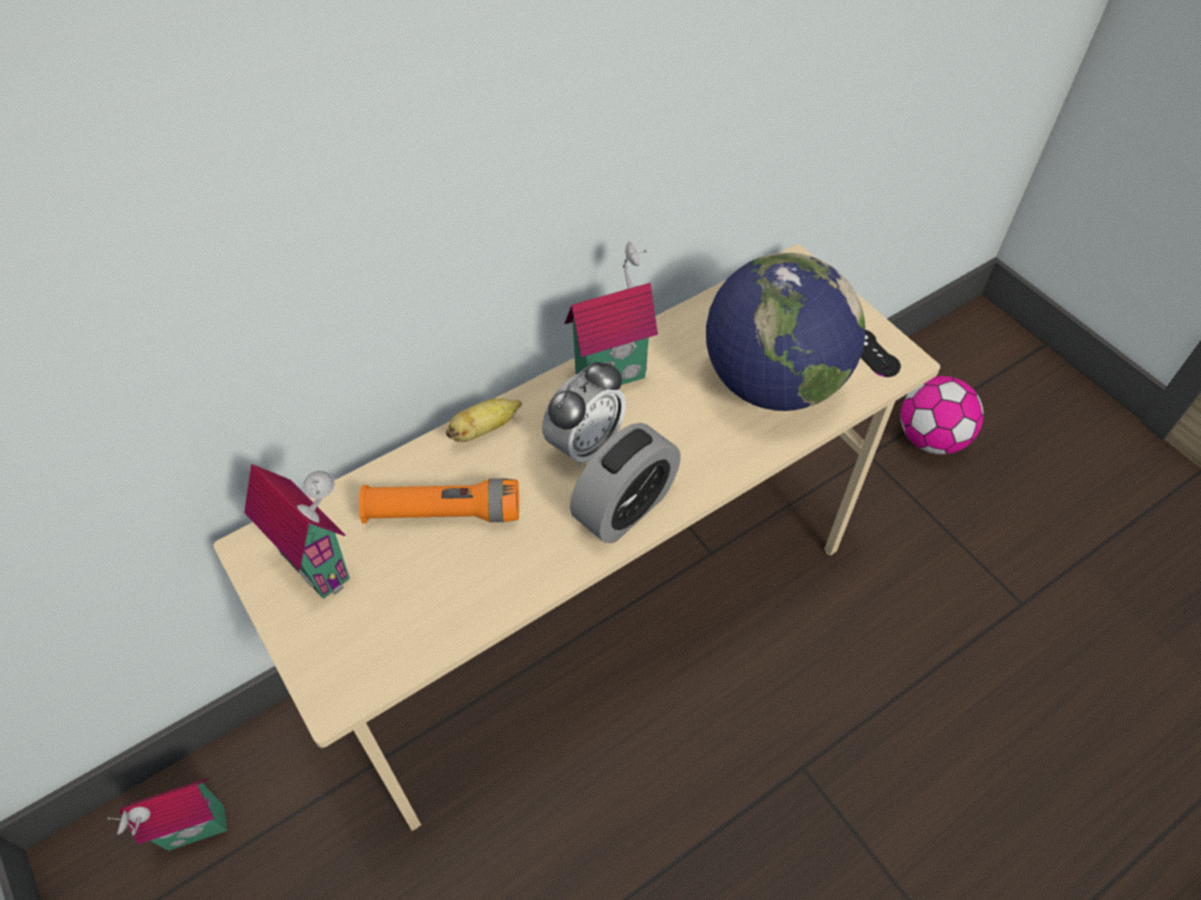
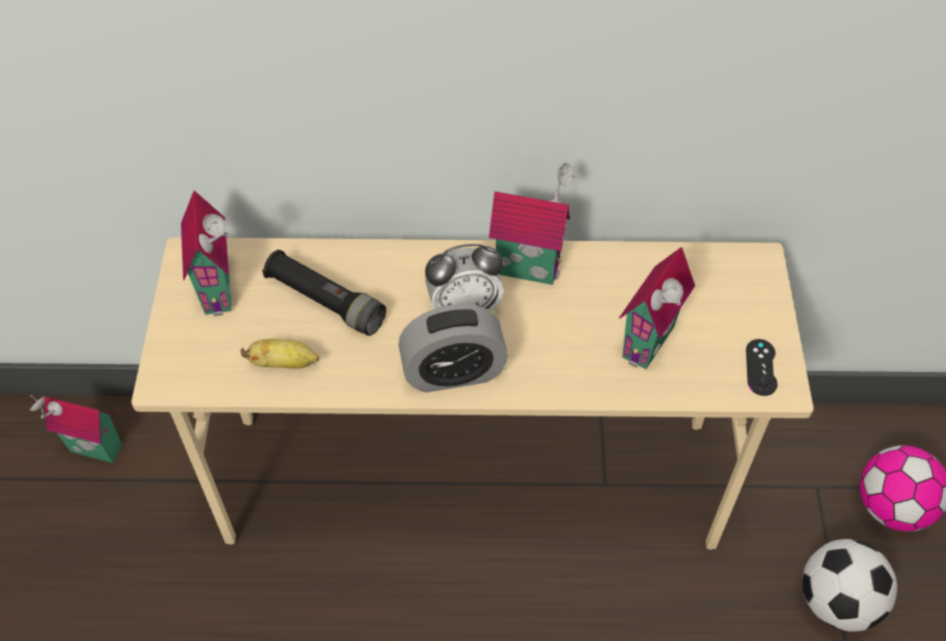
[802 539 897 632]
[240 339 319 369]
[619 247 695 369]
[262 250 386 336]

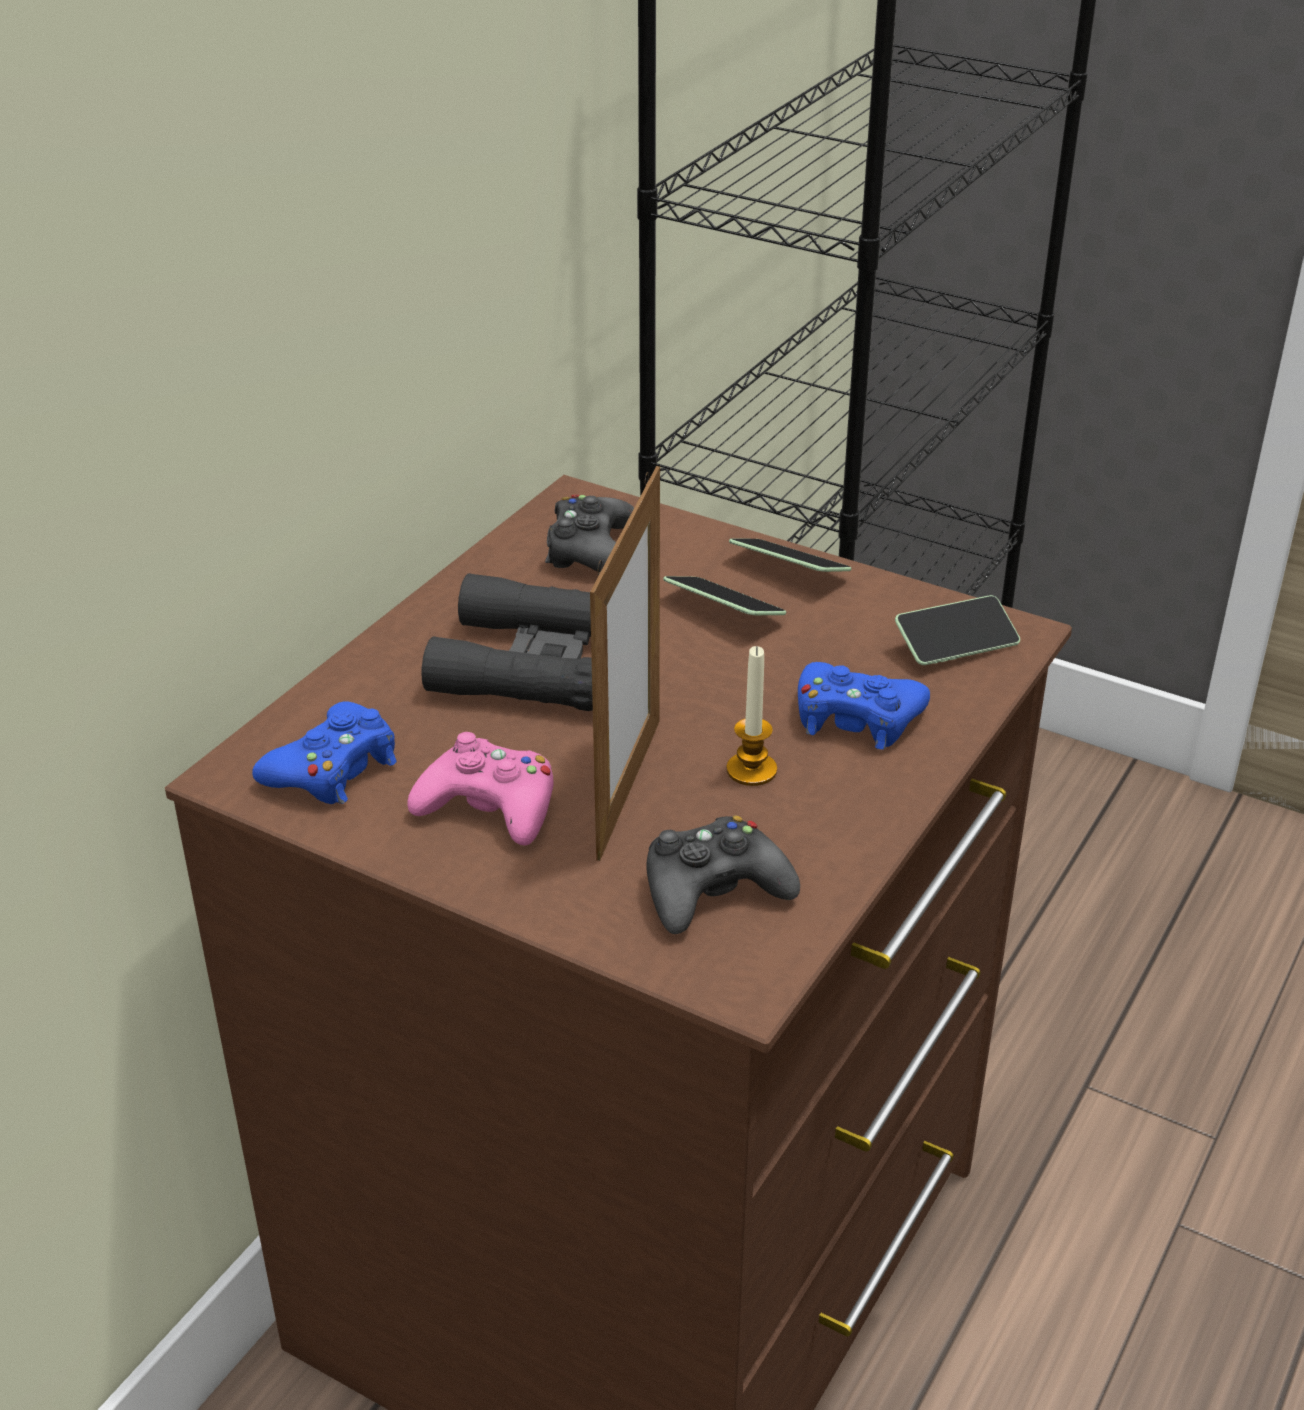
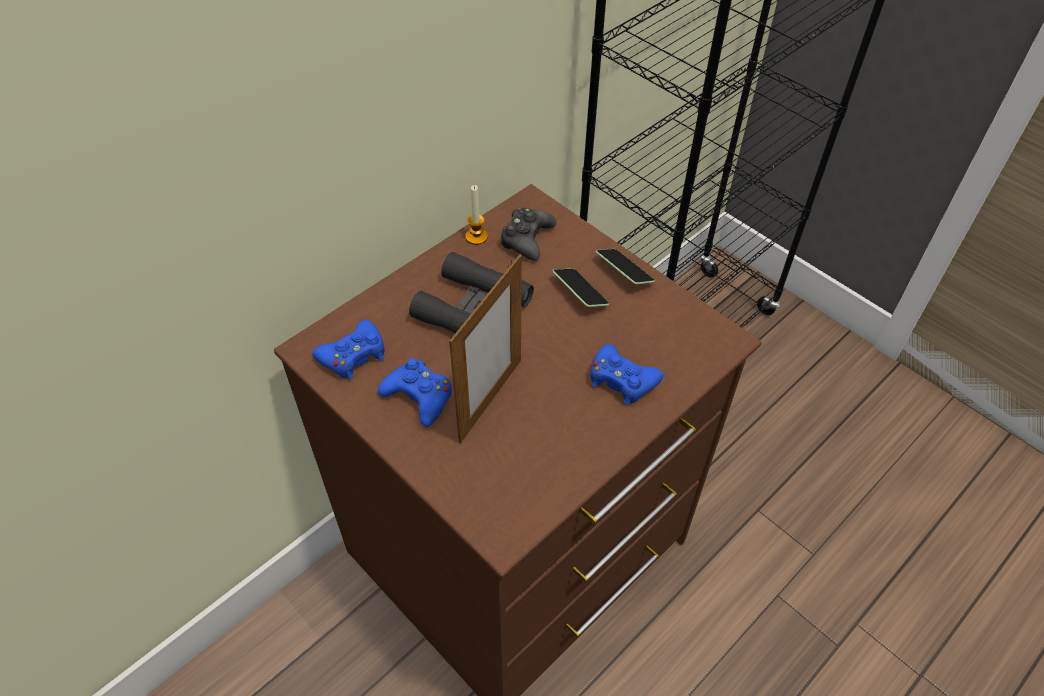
[646 815 800 934] (first image)
[895 595 1020 665] (first image)
[465 185 488 245]
[378 358 452 427]

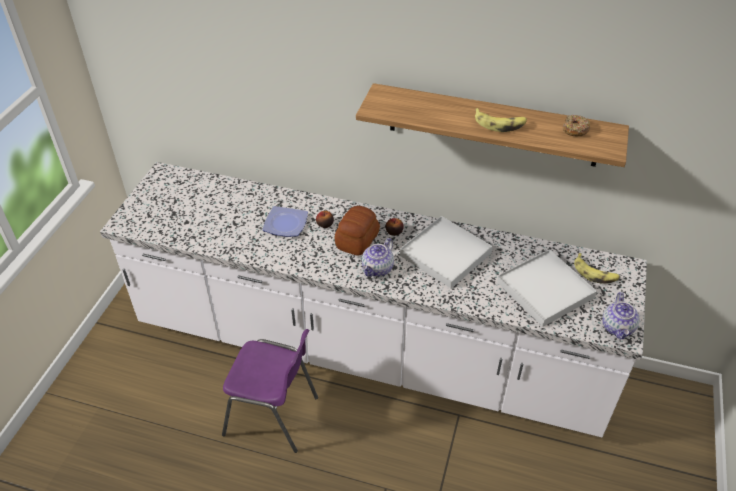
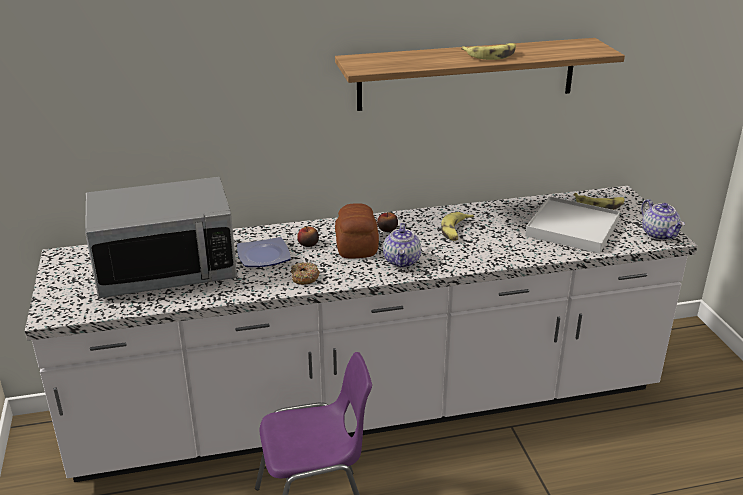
[85 177 237 298]
[291 262 320 285]
[441 212 474 241]

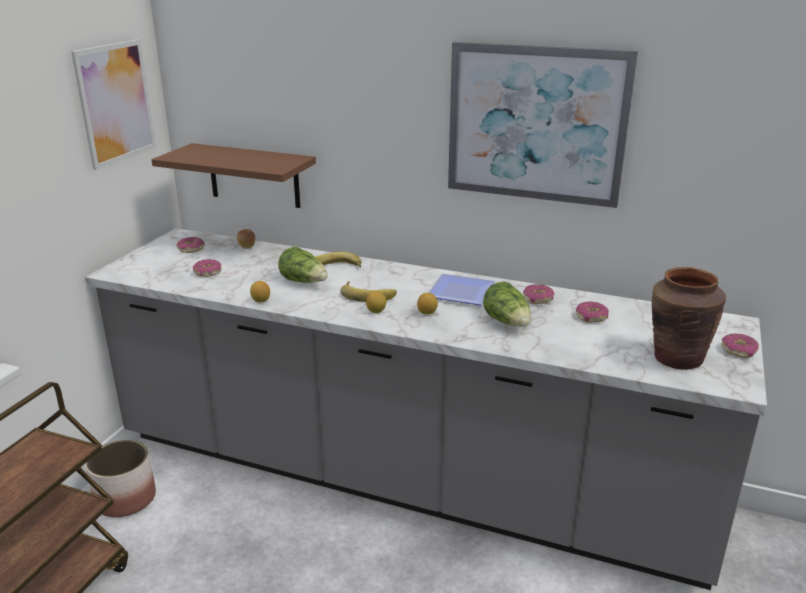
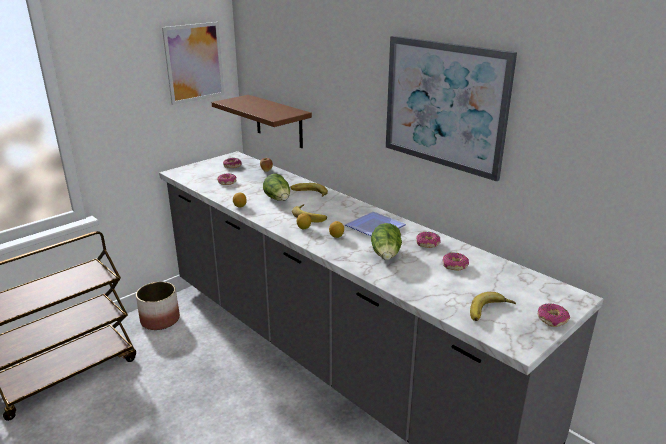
[470 292 516 321]

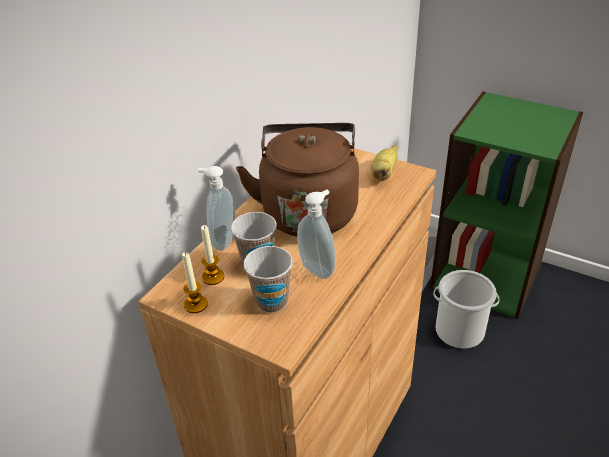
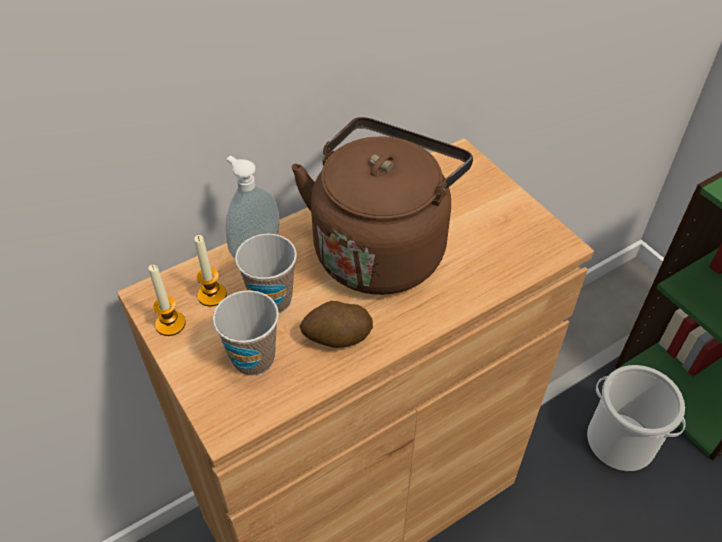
[371 145 397 181] (first image)
[299 301 373 348]

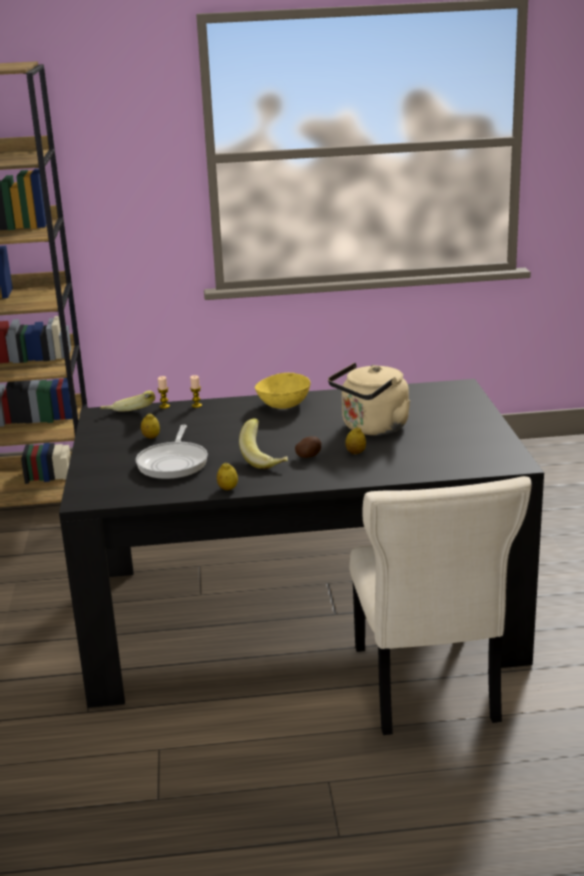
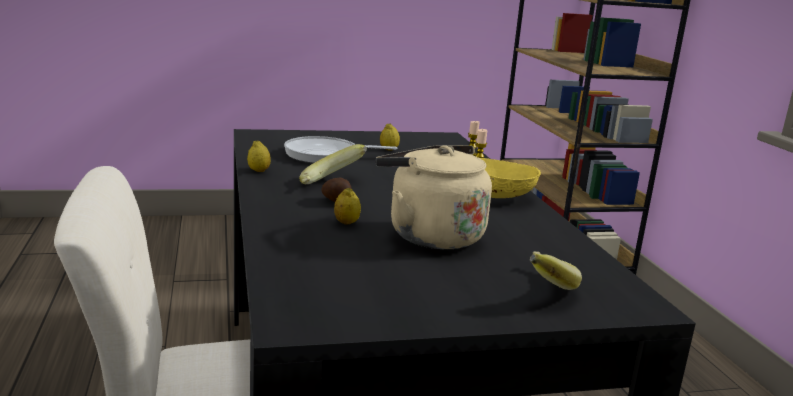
[530 251 582 290]

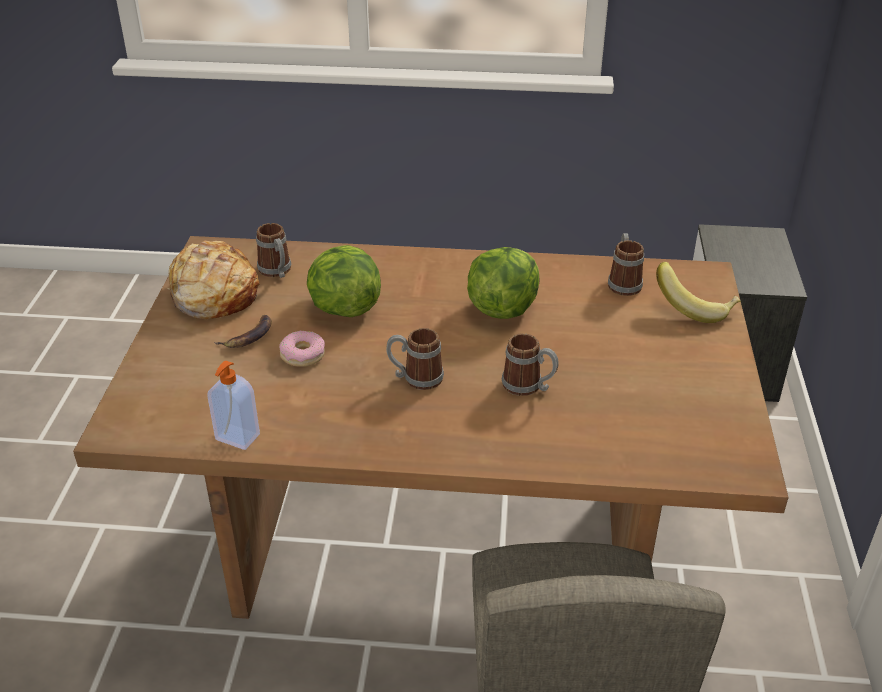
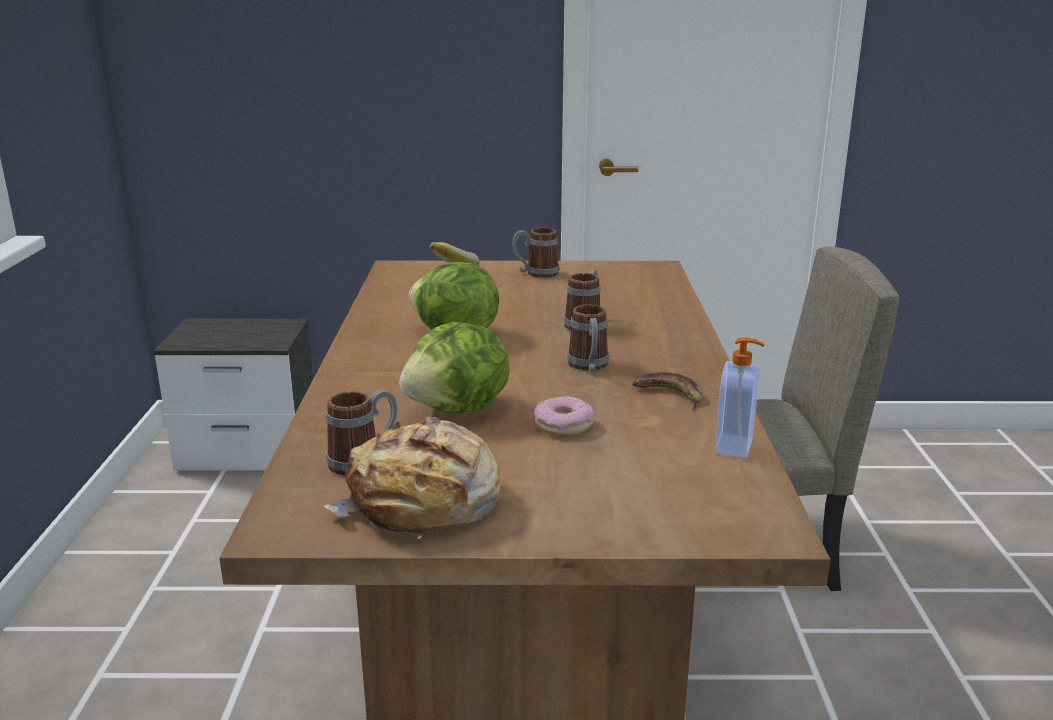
[632 372 704 411]
[512 228 560 278]

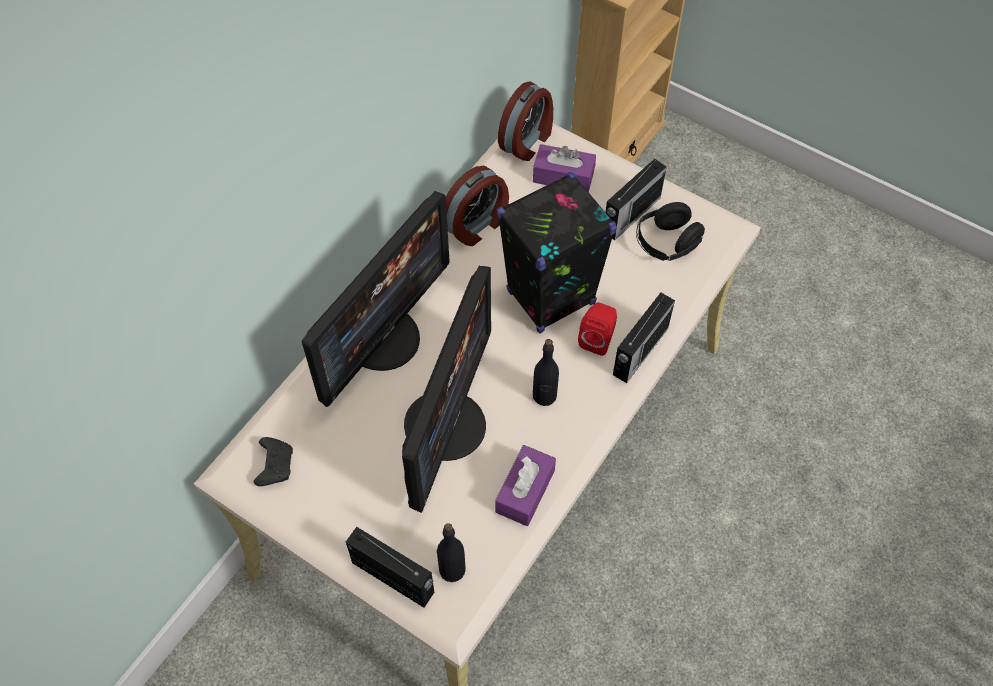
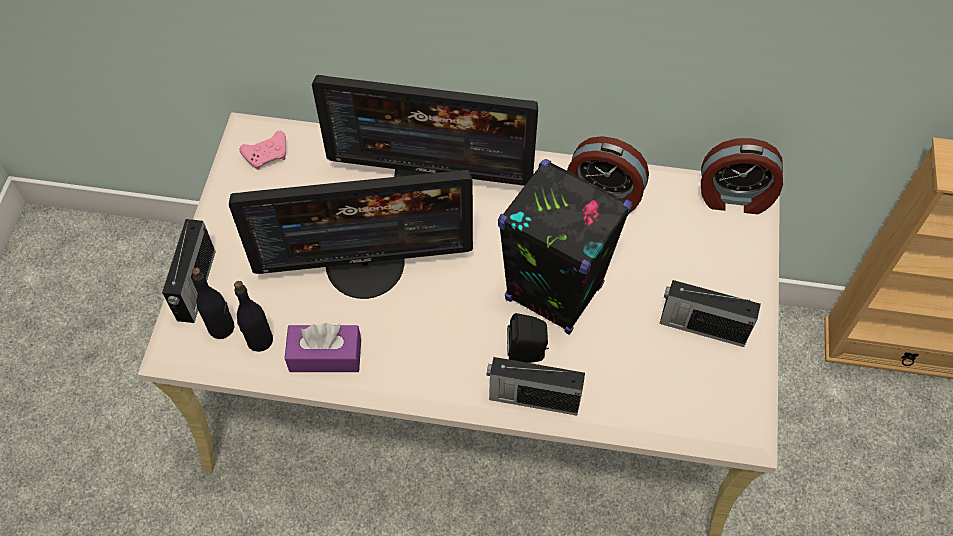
[533 144 596 192] (first image)
[636 202 705 261] (first image)
[234 281 273 352]
[240 131 286 170]
[507 313 549 363]

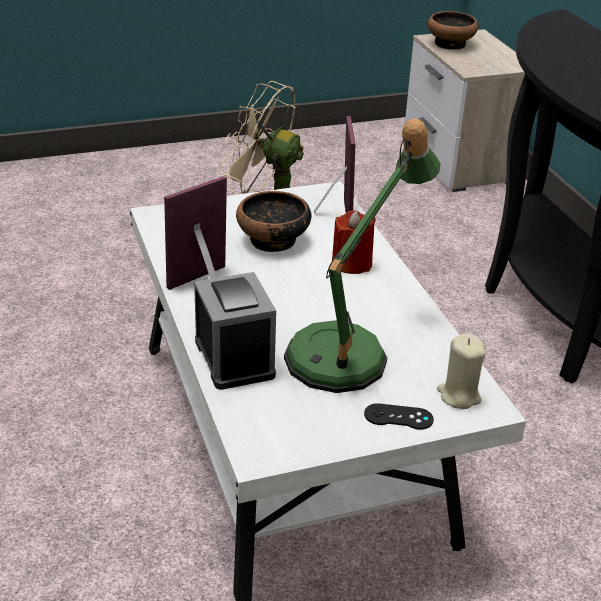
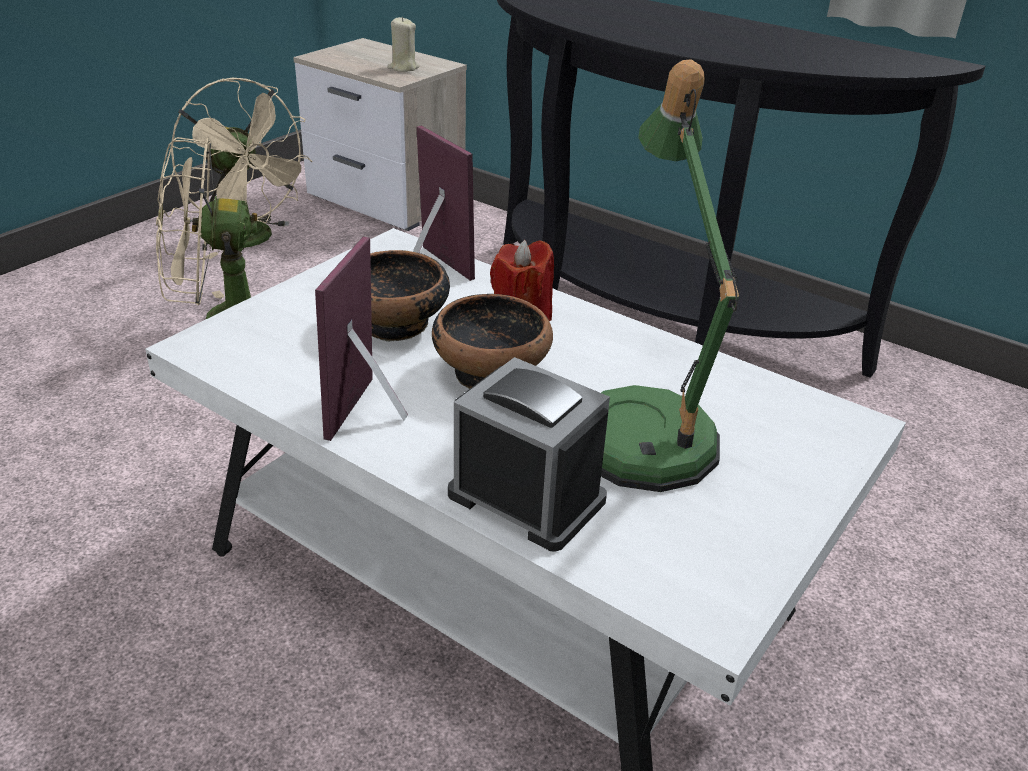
[364 403 434 430] (first image)
[170 78 313 259]
[432 294 553 389]
[387 17 419 72]

